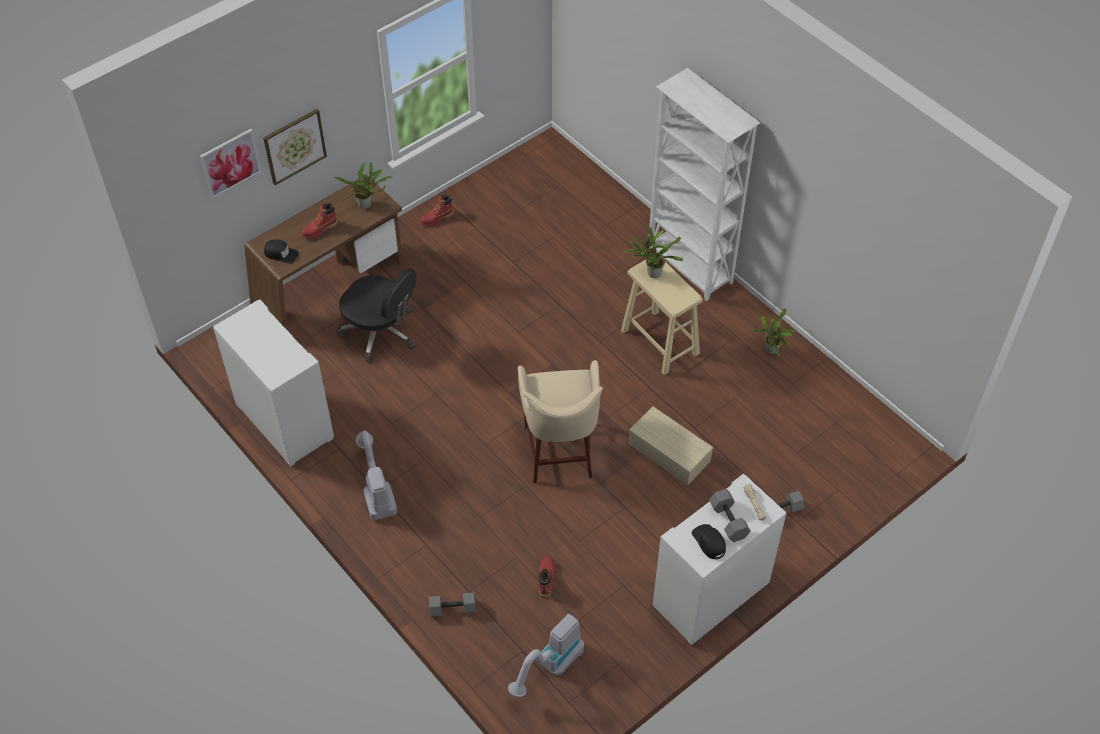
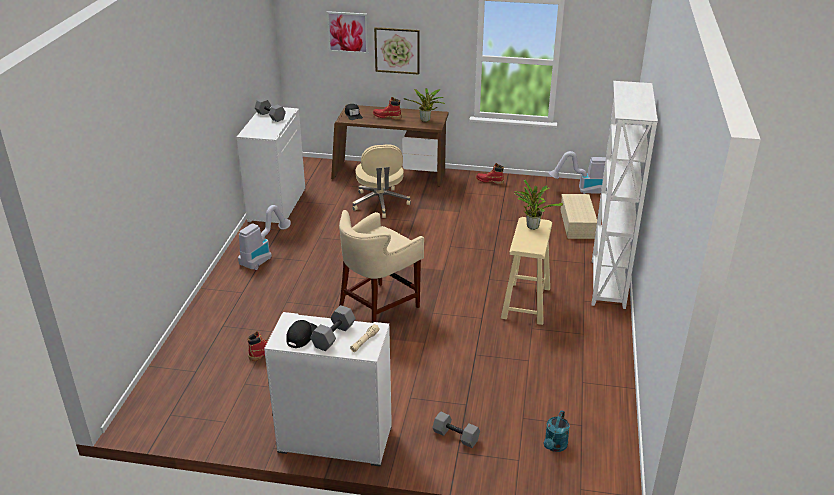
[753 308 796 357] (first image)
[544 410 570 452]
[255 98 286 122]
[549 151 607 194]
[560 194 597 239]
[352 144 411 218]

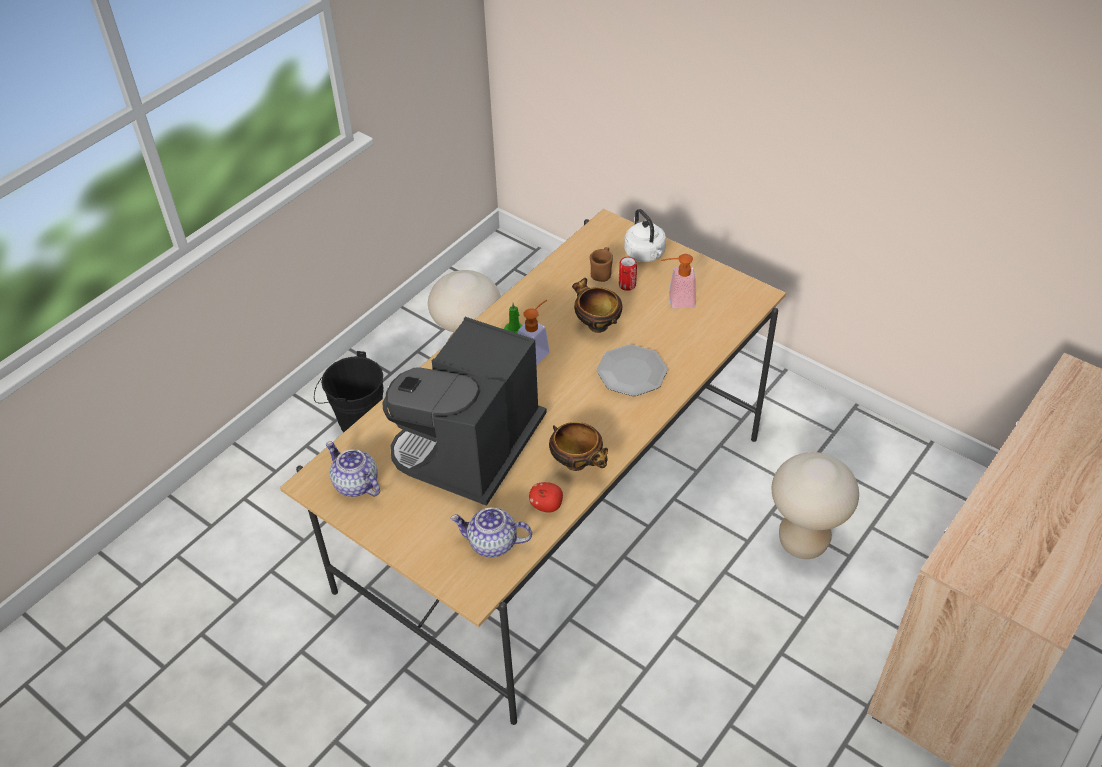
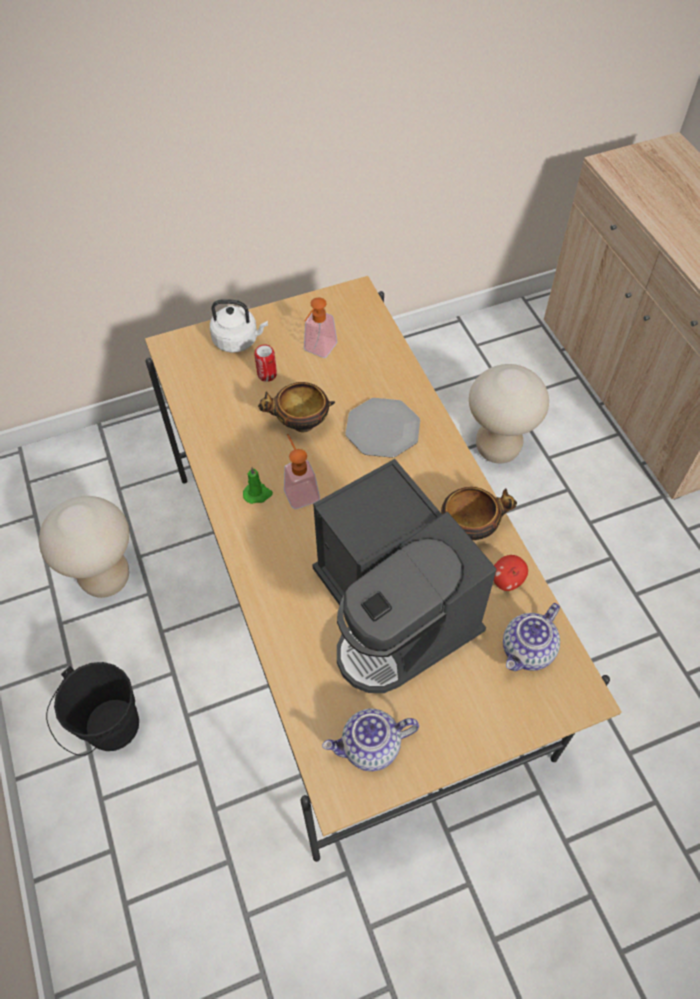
[590 247 613 282] (first image)

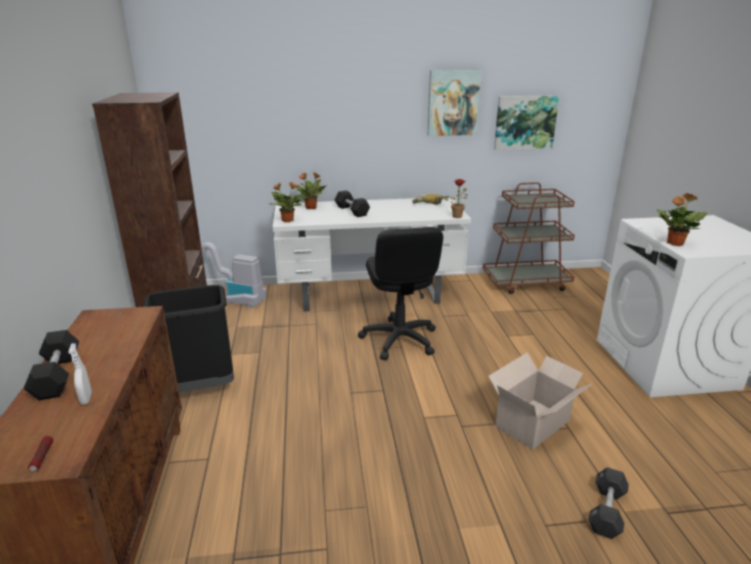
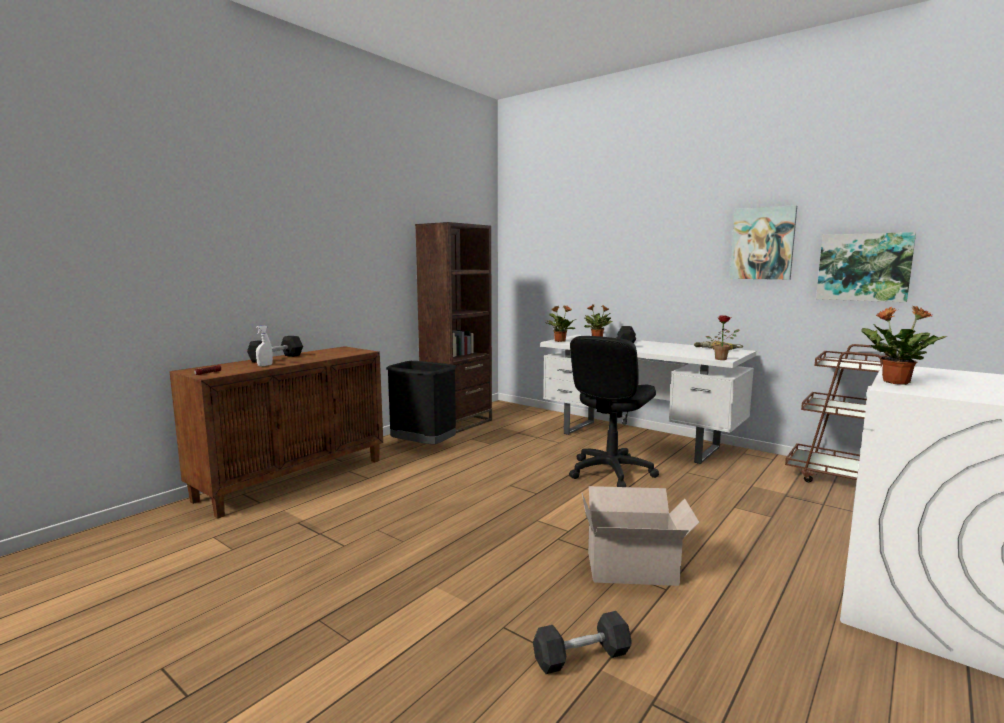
[201 242 267 309] (first image)

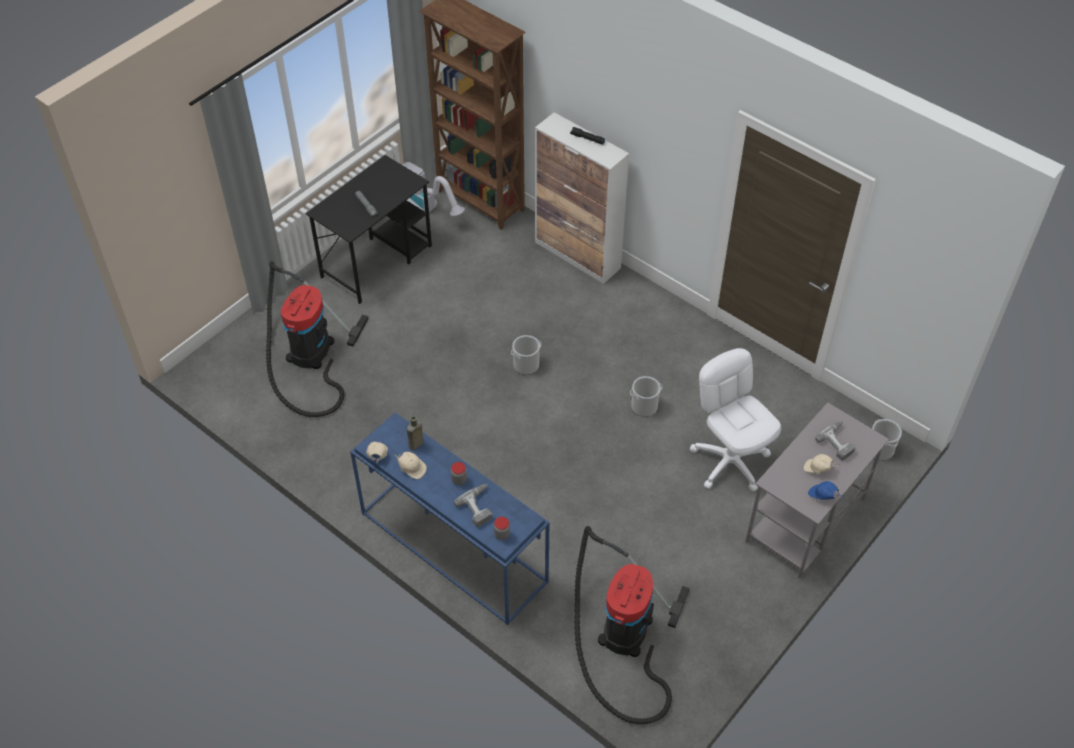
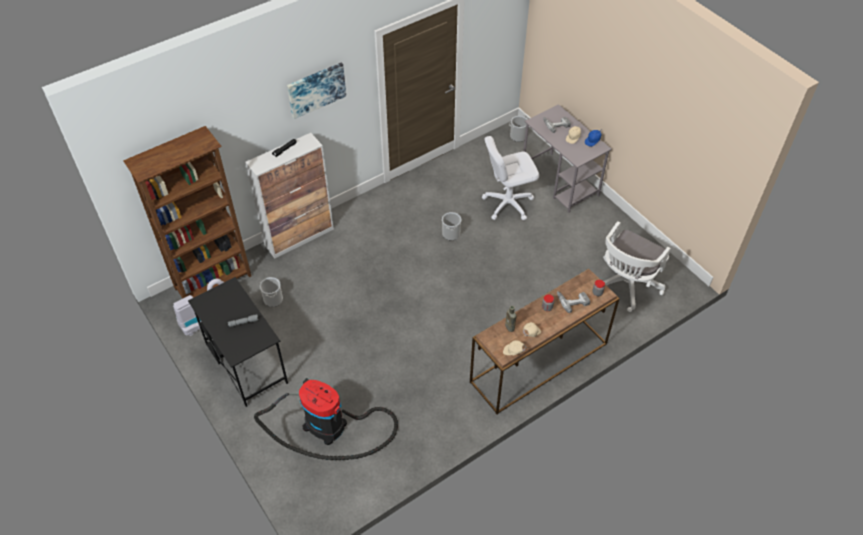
[287 63 346 119]
[260 277 283 307]
[603 222 671 312]
[470 269 620 414]

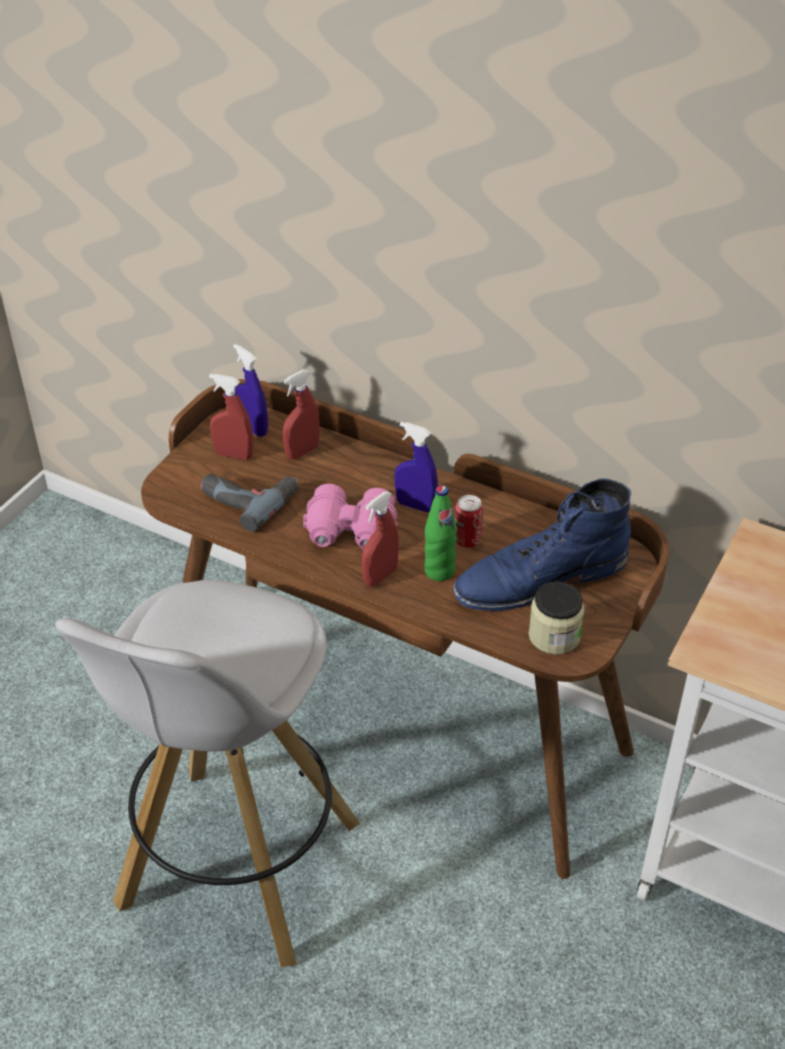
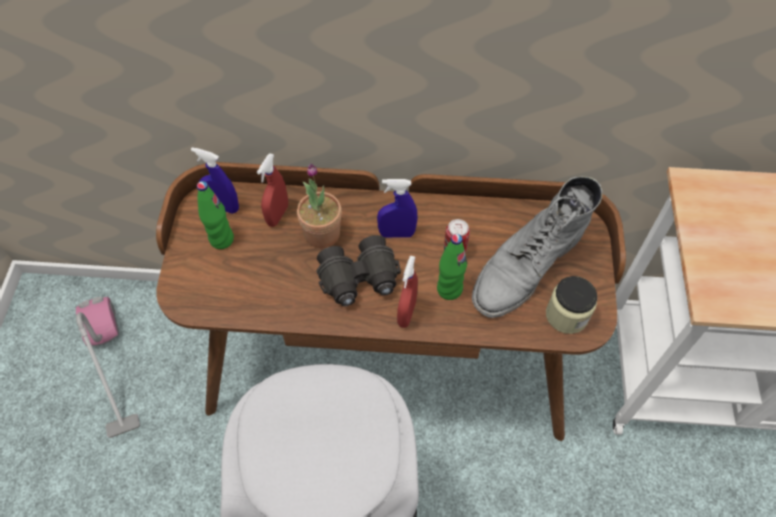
[200 474 298 532] (first image)
[76 297 140 438]
[297 163 342 248]
[197 181 234 249]
[316 235 401 306]
[472 176 602 318]

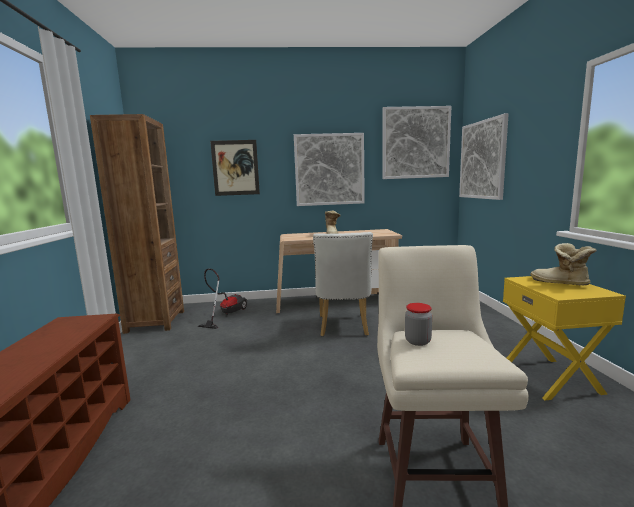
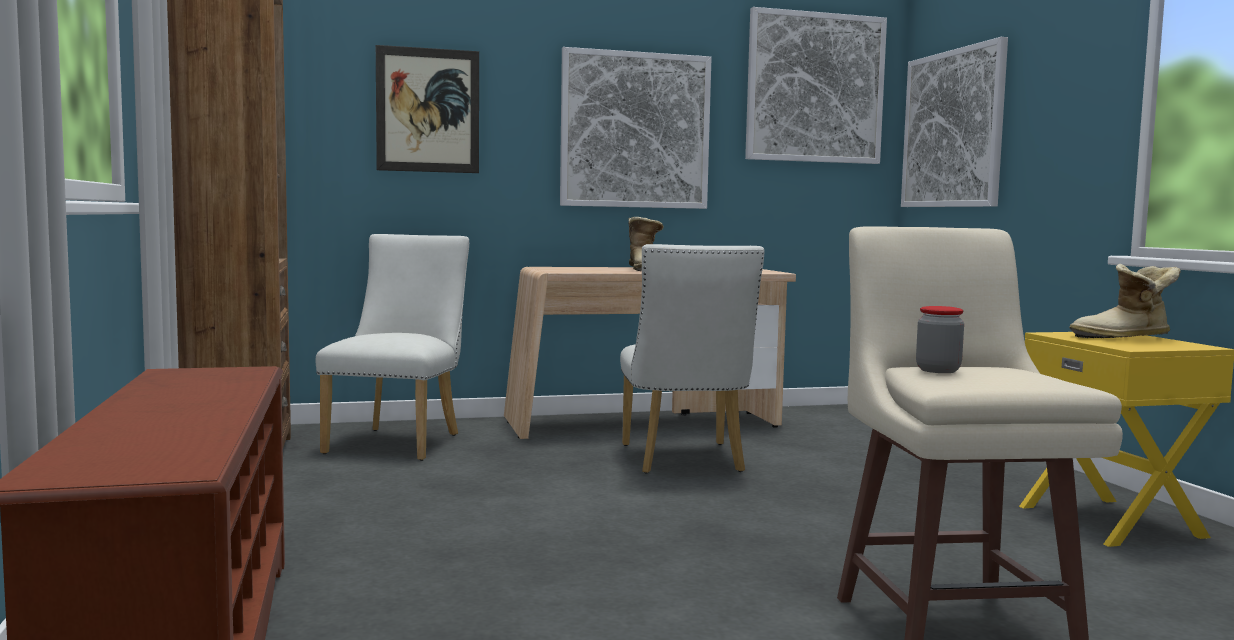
[315 234 469 461]
[1069 264 1181 338]

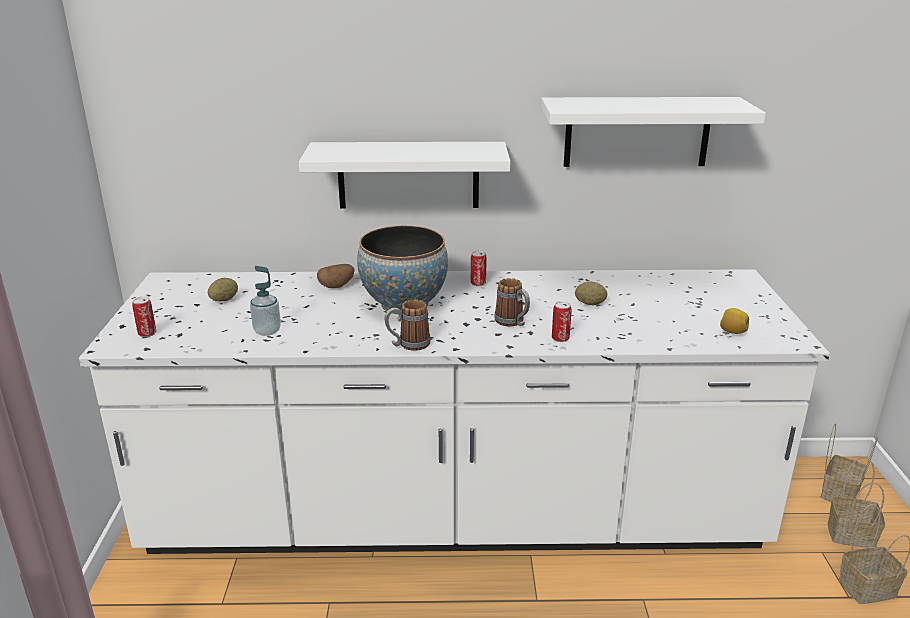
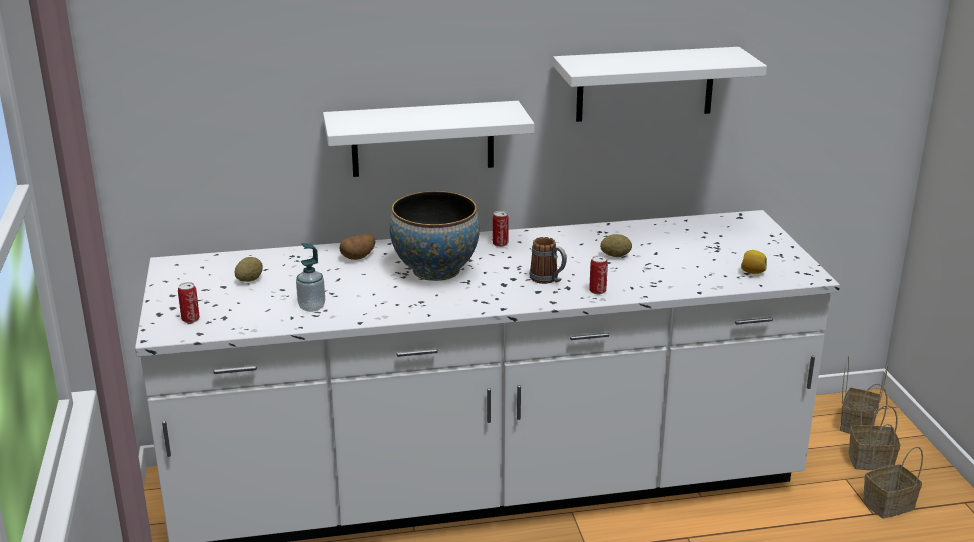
[385 299 431 351] (first image)

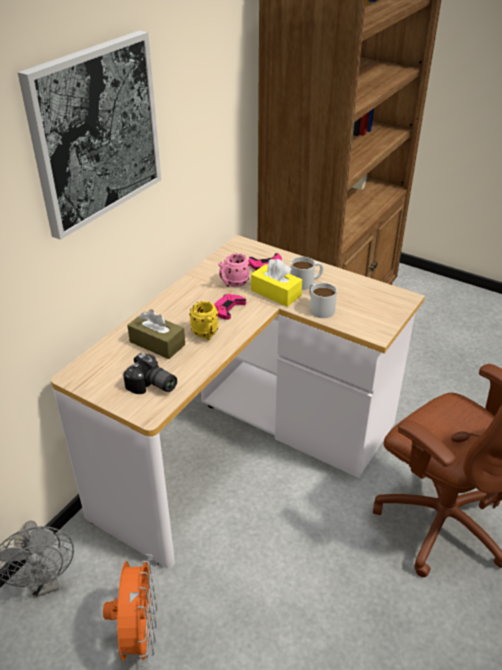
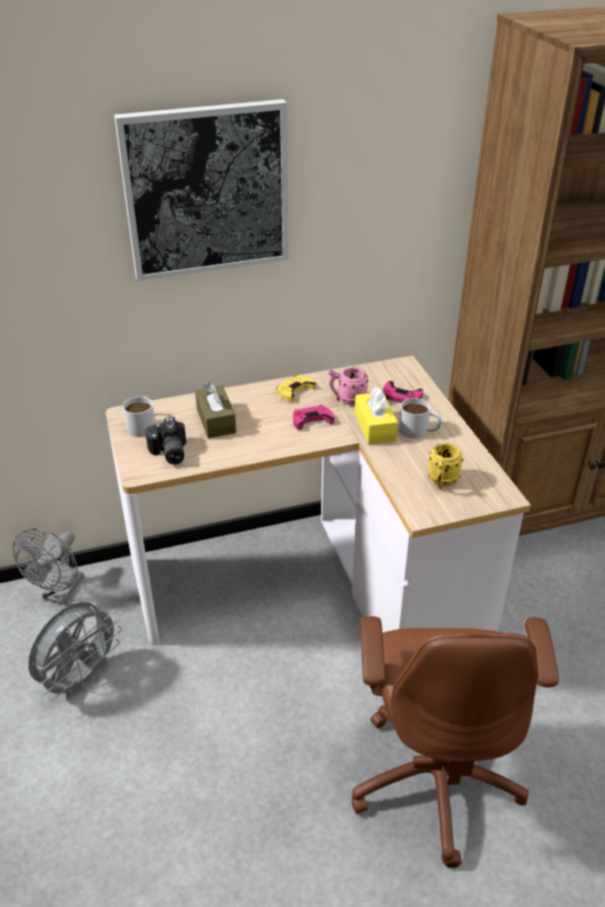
[276 375 316 402]
[428 443 463 489]
[123 396 155 437]
[28 602 122 700]

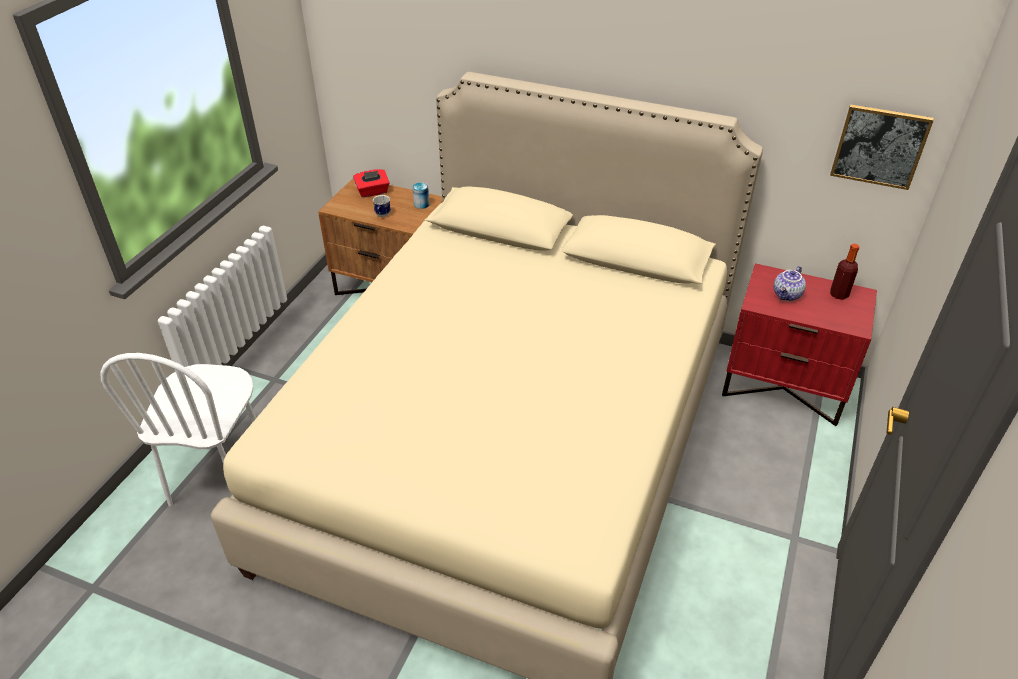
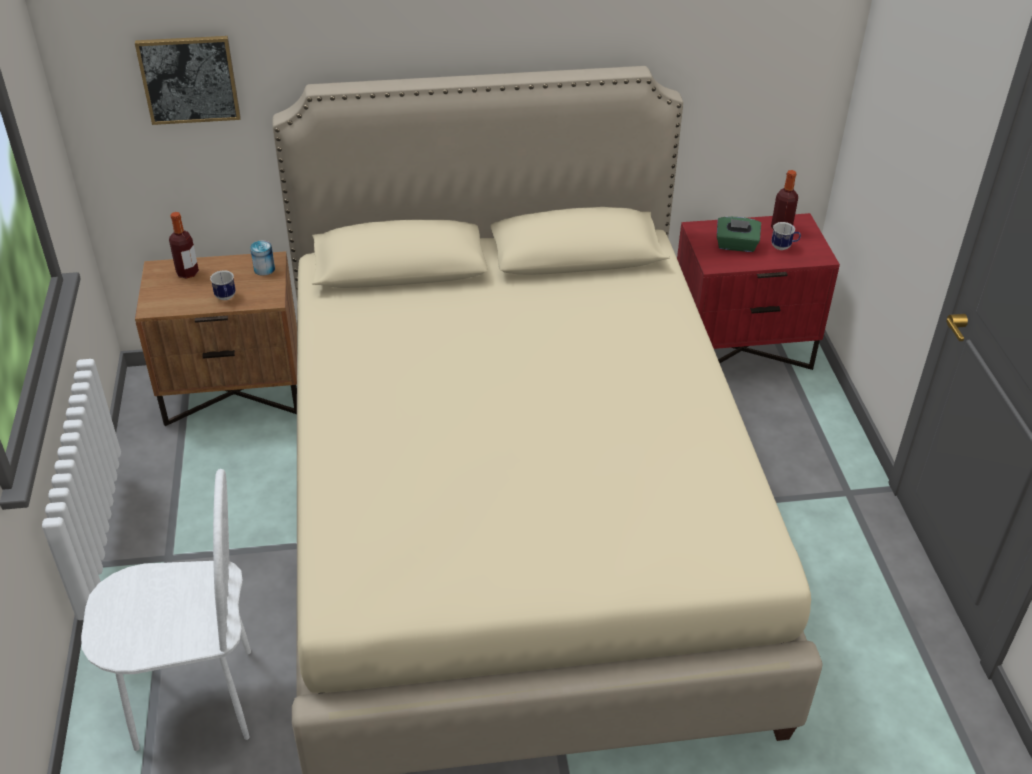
[771 222 801 250]
[135 36 241 125]
[169 212 199 279]
[717 217 761 252]
[81 469 251 751]

